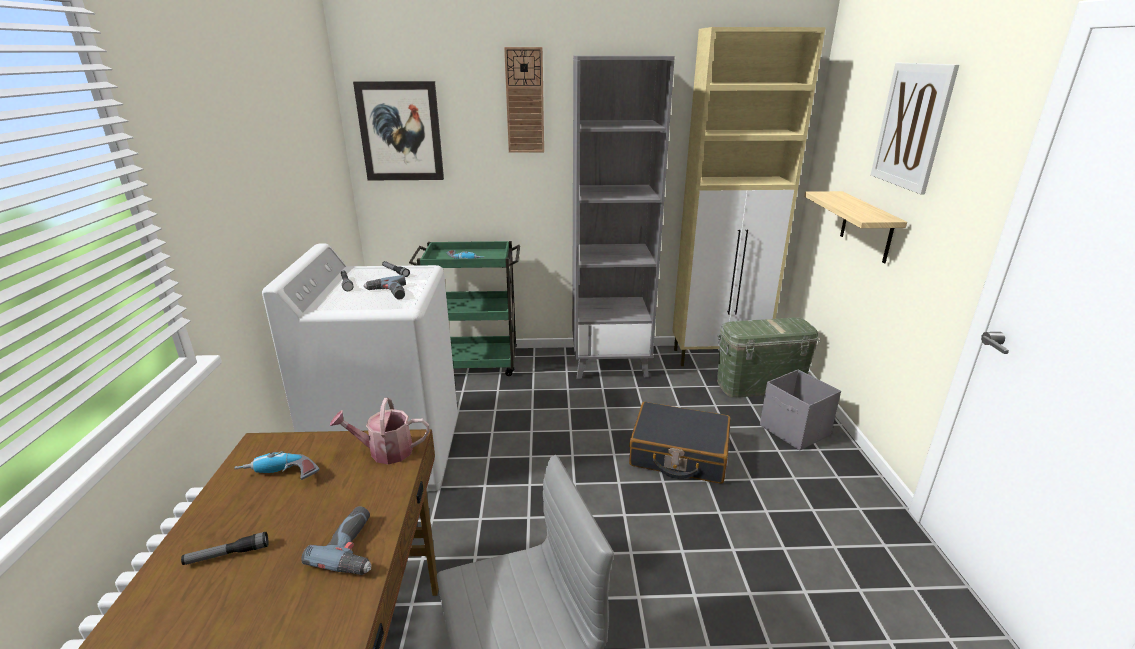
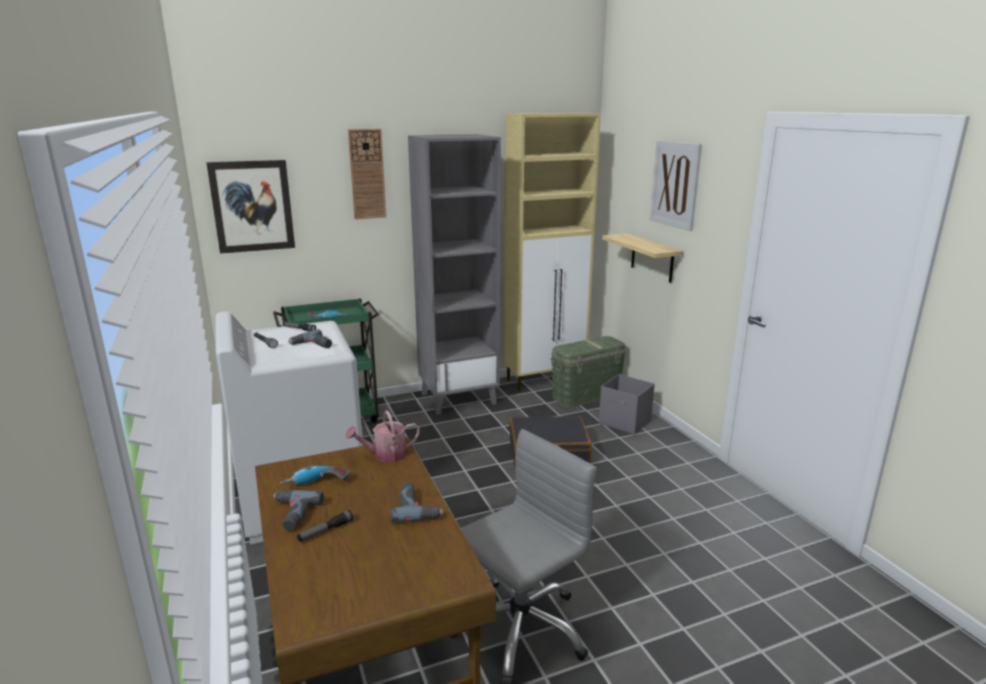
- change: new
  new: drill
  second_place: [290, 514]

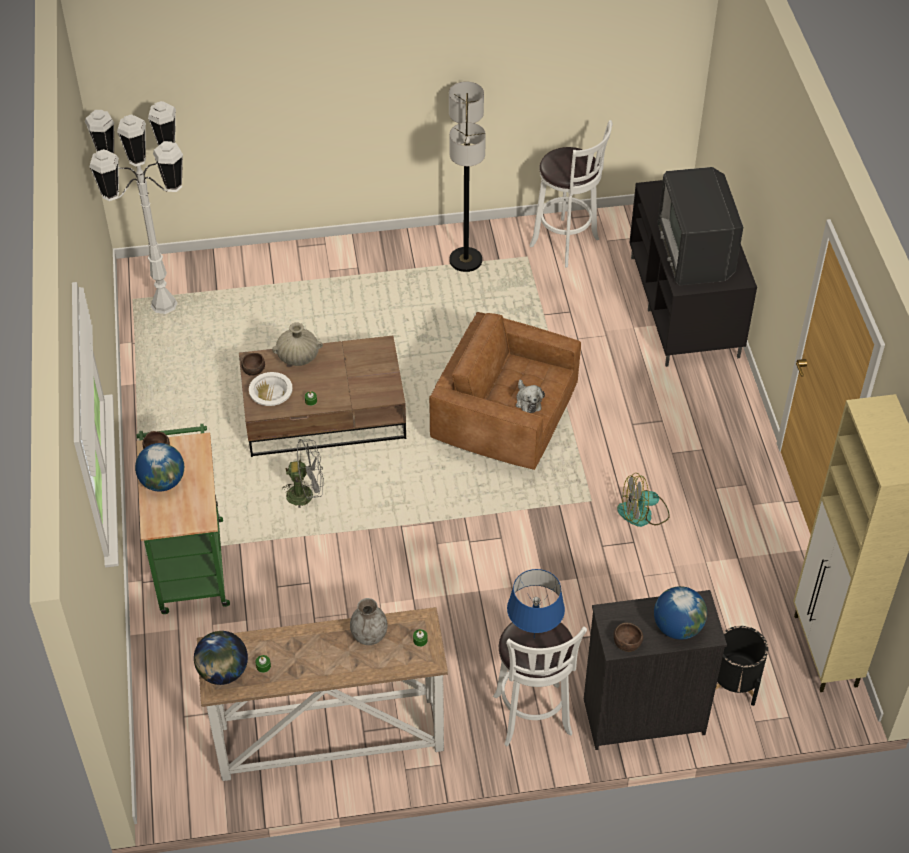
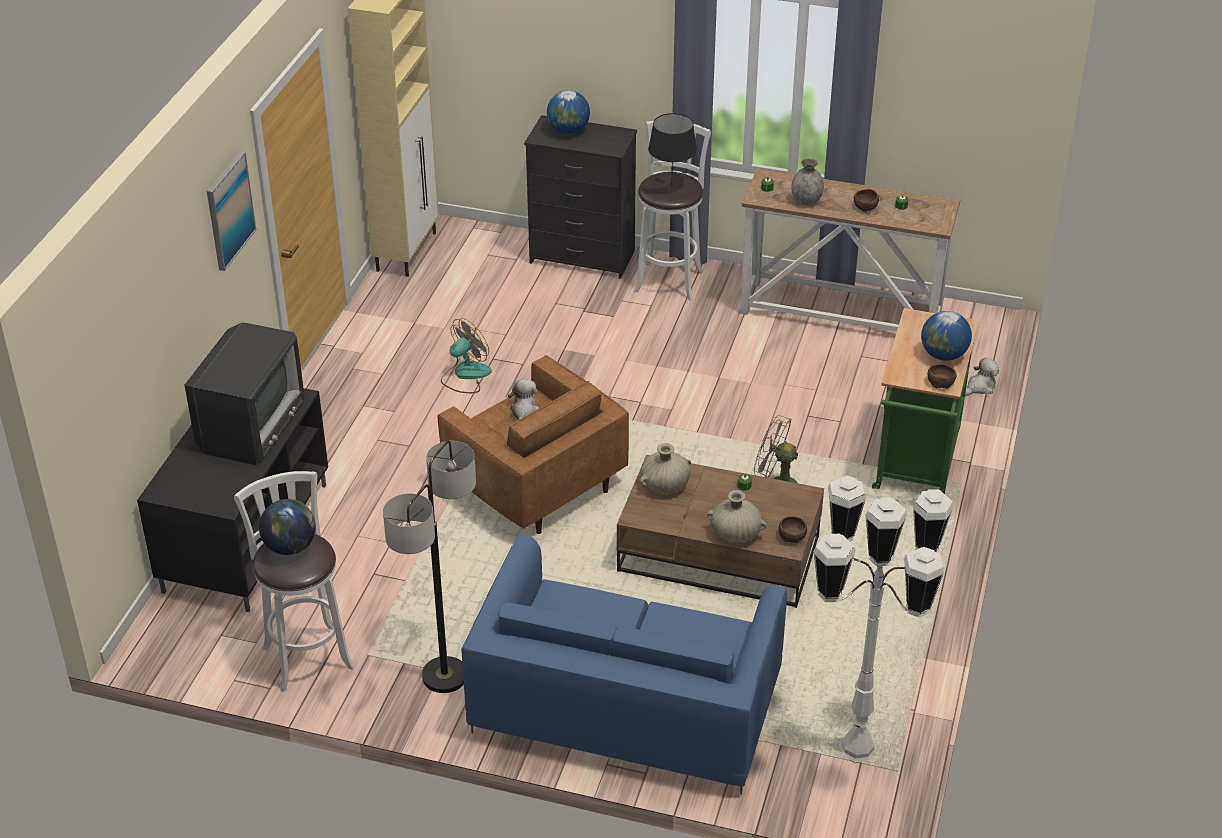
- change: new
  new: wall art
  second_place: [229, 210]
- change: shifted
  old: globe
  first_place: [223, 672]
  second_place: [290, 547]
- change: rotated
  old: fan
  first_place: [643, 513]
  second_place: [465, 375]
  degrees: -60
- change: new
  new: blue-coloured sofa
  second_place: [625, 706]
- change: new
  new: beige-coloured decorative vase
  second_place: [665, 485]
- change: repainted
  old: blue-coloured table lamp
  new: blackish table lamp
  first_place: [533, 638]
  second_place: [672, 186]
- change: shifted
  old: brownish bowl
  first_place: [627, 642]
  second_place: [865, 207]
- change: new
  new: cuddly toy
  second_place: [980, 387]
- change: gone
  old: white bowl
  first_place: [271, 394]
- change: gone
  old: blackish planter
  first_place: [734, 683]

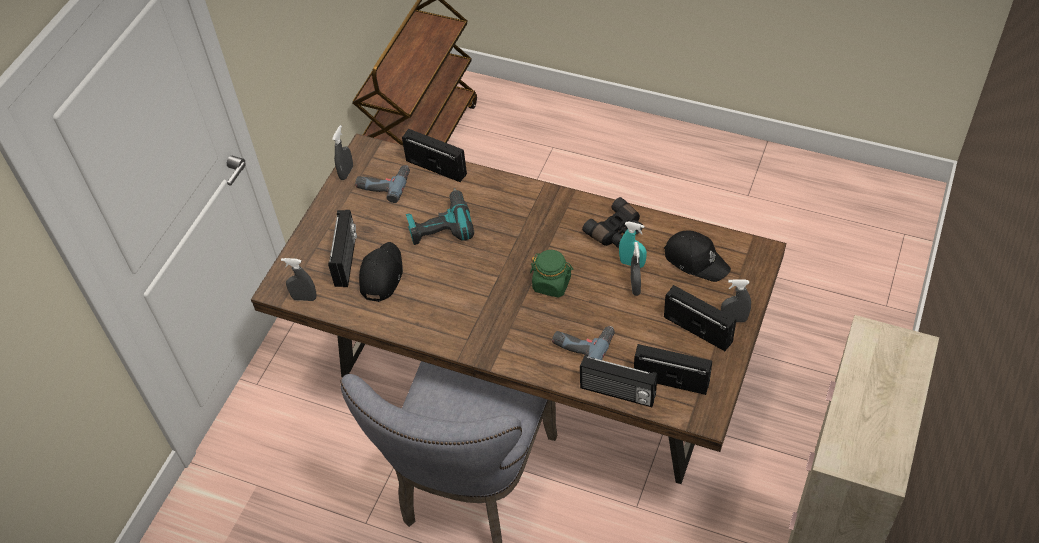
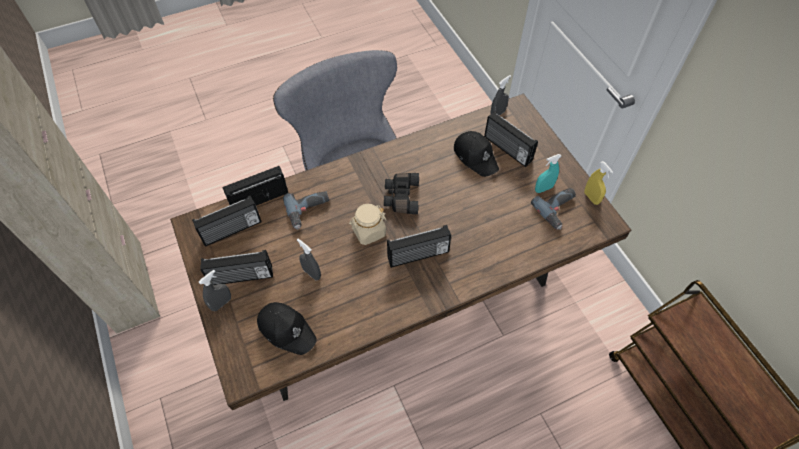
- change: rotated
  old: blackish cap
  first_place: [696, 260]
  second_place: [287, 329]
  degrees: -135
- change: repainted
  old: greenish jar
  new: beige-coloured jar
  first_place: [552, 284]
  second_place: [368, 232]
- change: shifted
  old: blackish binoculars
  first_place: [616, 231]
  second_place: [401, 197]
- change: shifted
  old: radio set
  first_place: [437, 167]
  second_place: [418, 256]
- change: shifted
  old: turquoise hand sprayer
  first_place: [632, 263]
  second_place: [543, 188]
- change: repainted
  old: greyish hand sprayer
  new: yellowish hand sprayer
  first_place: [346, 172]
  second_place: [591, 198]
- change: gone
  old: drill
  first_place: [440, 225]

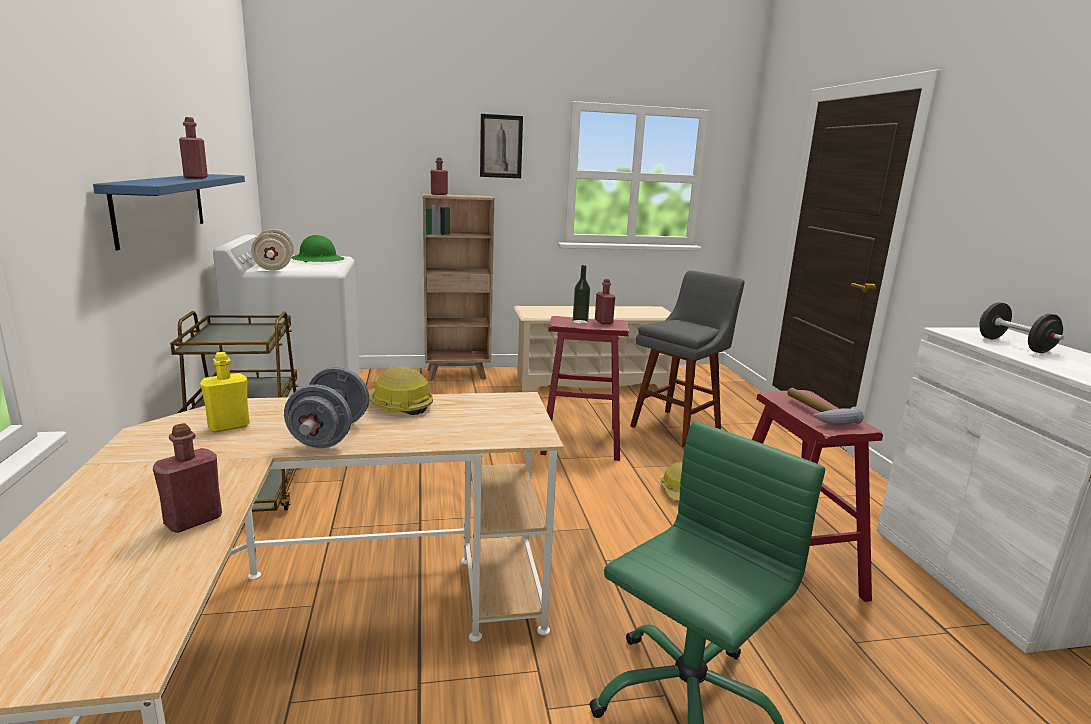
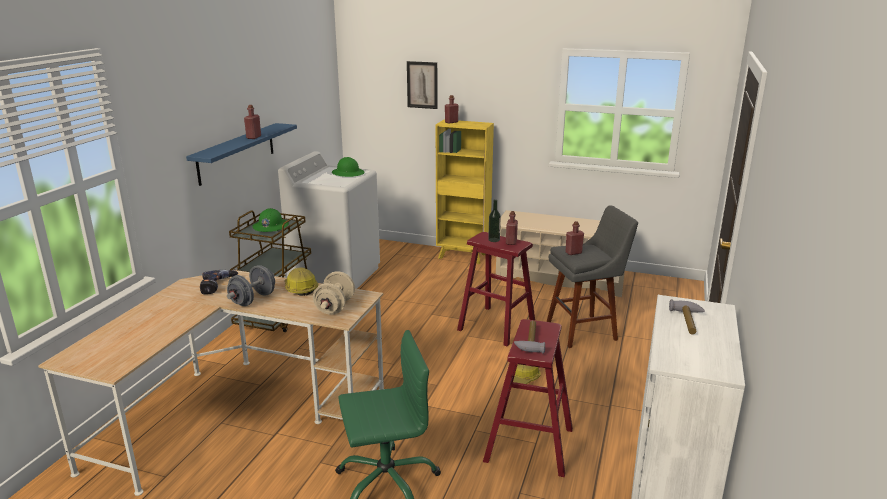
- change: swapped
  old: yellowish bottle
  new: drill
  first_place: [229, 426]
  second_place: [218, 286]
- change: new
  new: greenish work helmet
  second_place: [270, 226]
- change: shifted
  old: beige-coloured free weight
  first_place: [274, 267]
  second_place: [335, 307]
- change: shifted
  old: wall art
  first_place: [501, 146]
  second_place: [422, 85]
- change: repainted
  old: brownish shelving unit
  new: yellowish shelving unit
  first_place: [458, 374]
  second_place: [463, 256]
- change: shifted
  old: reddish bottle
  first_place: [193, 520]
  second_place: [573, 253]
- change: swapped
  old: blackish free weight
  new: tool hammer
  first_place: [1014, 345]
  second_place: [689, 322]

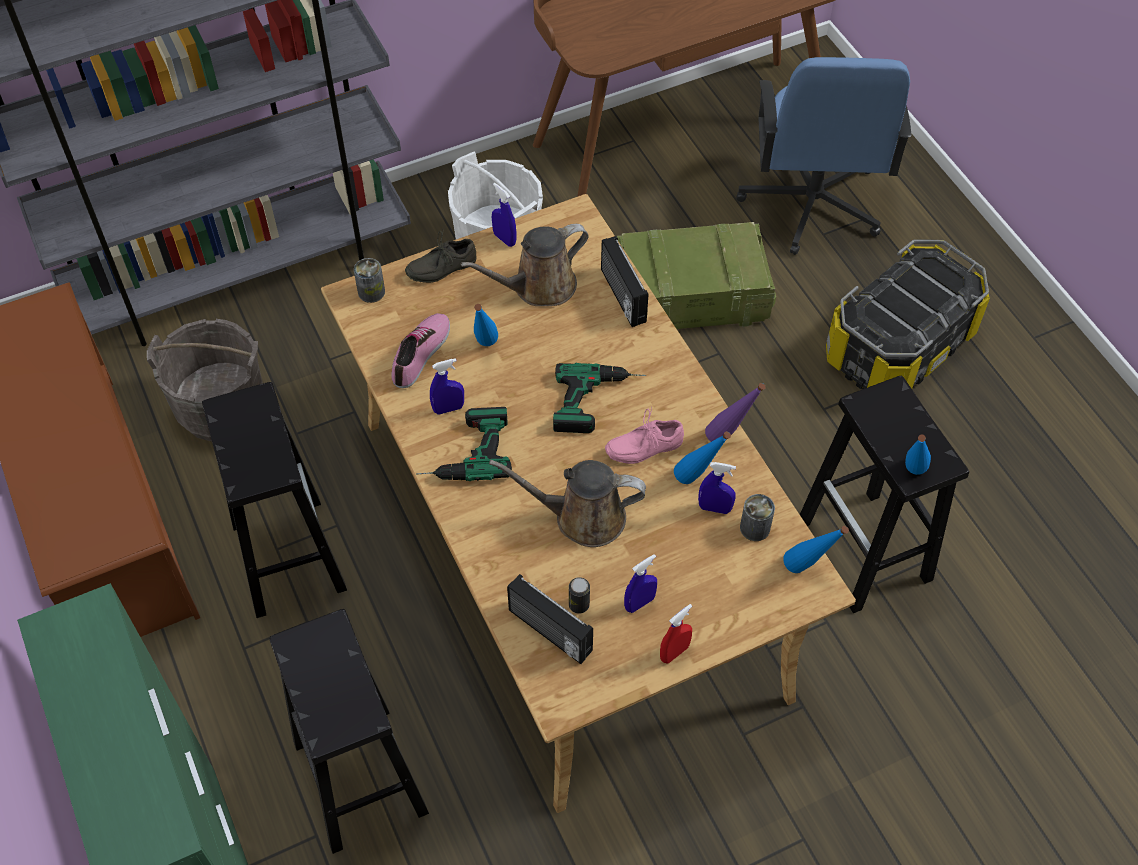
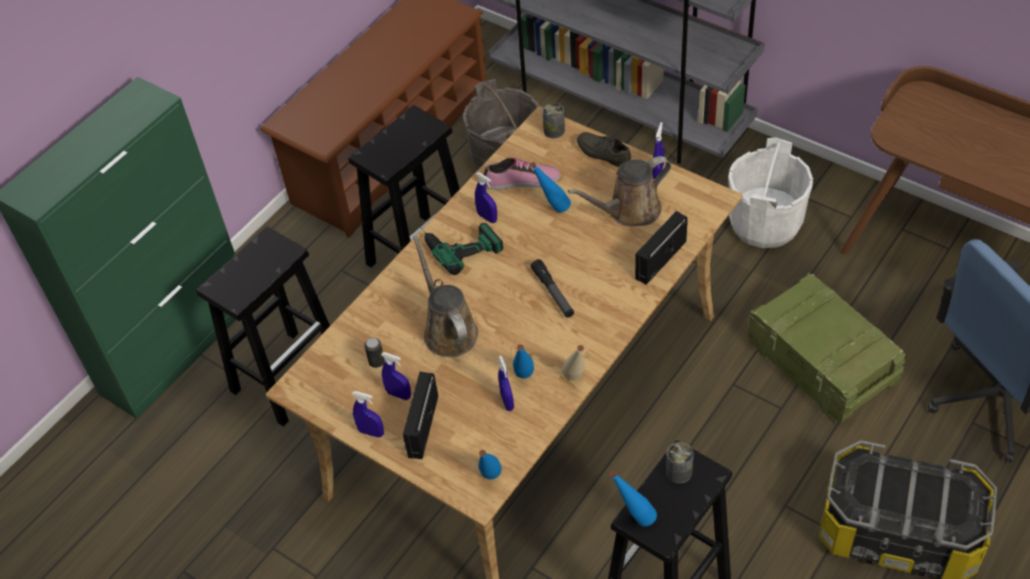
- change: repainted
  old: reddish hand sprayer
  new: blue-coloured hand sprayer
  first_place: [674, 652]
  second_place: [371, 432]
- change: shifted
  old: radio set
  first_place: [549, 632]
  second_place: [421, 426]
- change: swapped
  old: drill
  new: flashlight
  first_place: [599, 401]
  second_place: [553, 292]
- change: repainted
  old: purple-coloured bottle
  new: beige-coloured bottle
  first_place: [729, 438]
  second_place: [576, 382]
- change: rotated
  old: brownish watering can
  first_place: [538, 287]
  second_place: [629, 211]
  degrees: -60
- change: shifted
  old: sealed can
  first_place: [755, 528]
  second_place: [679, 472]
- change: gone
  old: pink low shoe
  first_place: [643, 445]

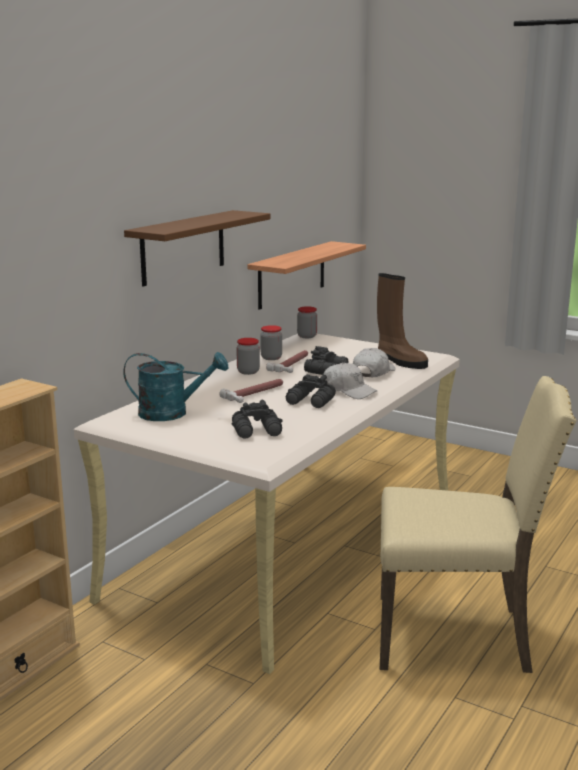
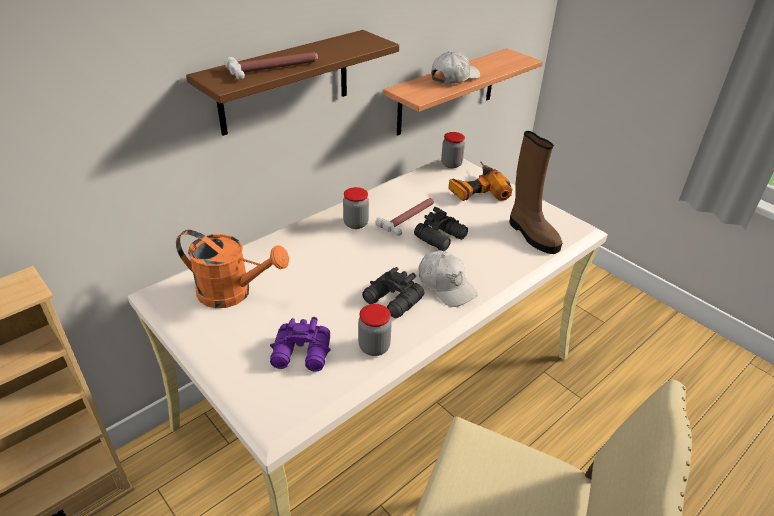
- change: repainted
  old: turquoise watering can
  new: orange-coloured watering can
  first_place: [172, 413]
  second_place: [233, 293]
- change: shifted
  old: tool hammer
  first_place: [256, 393]
  second_place: [275, 69]
- change: repainted
  old: blackish binoculars
  new: purple-coloured binoculars
  first_place: [258, 431]
  second_place: [302, 355]
- change: shifted
  old: jar
  first_place: [271, 358]
  second_place: [374, 347]
- change: shifted
  old: white cap
  first_place: [373, 372]
  second_place: [454, 77]
- change: new
  new: drill
  second_place: [476, 190]

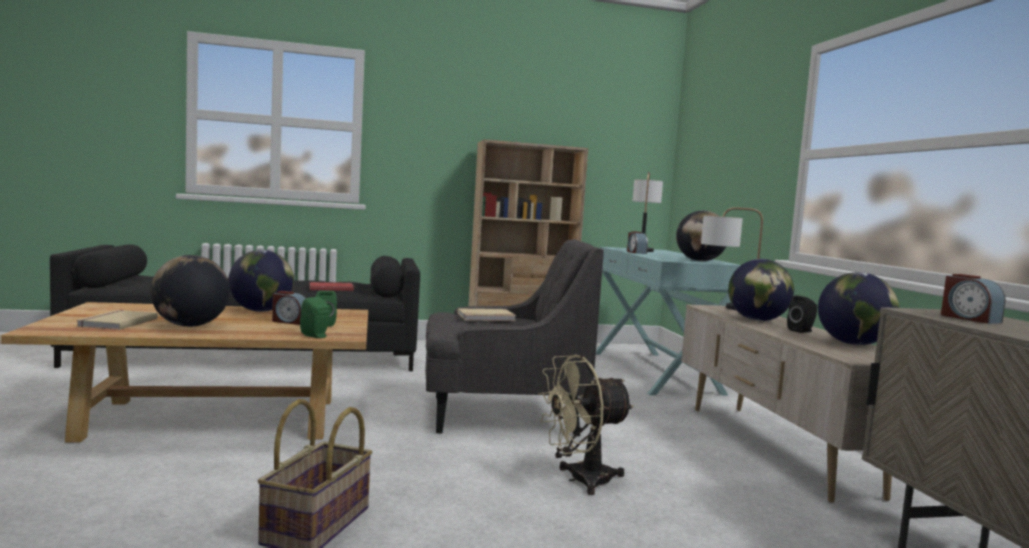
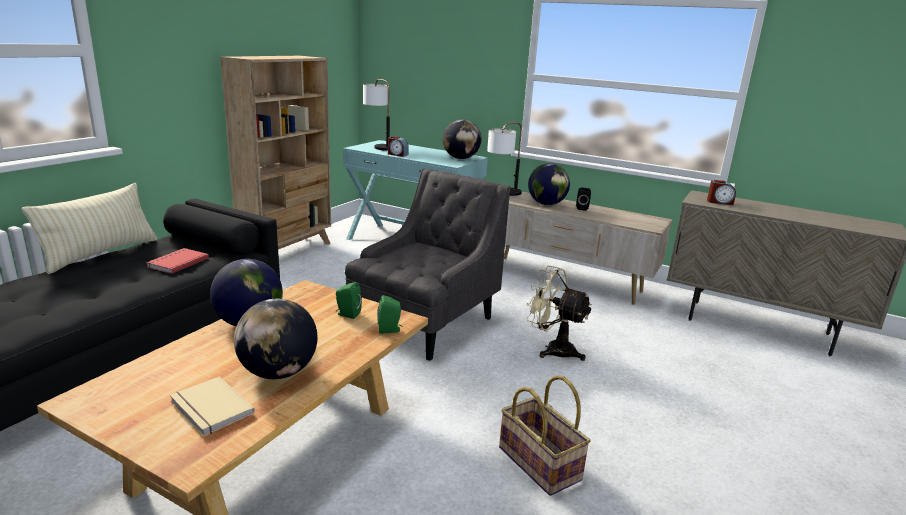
- change: new
  new: beige-coloured throw pillow
  second_place: [101, 254]
- change: rotated
  old: beige-coloured fan
  first_place: [580, 480]
  second_place: [553, 349]
  degrees: 105
- change: gone
  old: table clock
  first_place: [289, 321]
- change: gone
  old: beige-coloured bound book
  first_place: [486, 317]
- change: gone
  old: globe
  first_place: [853, 344]

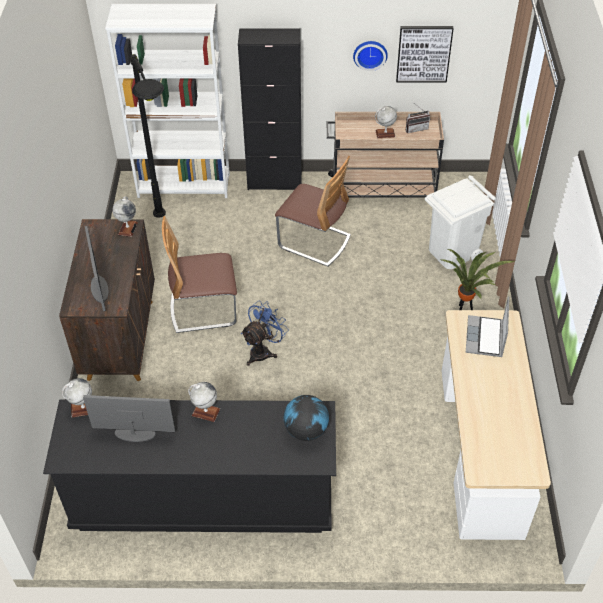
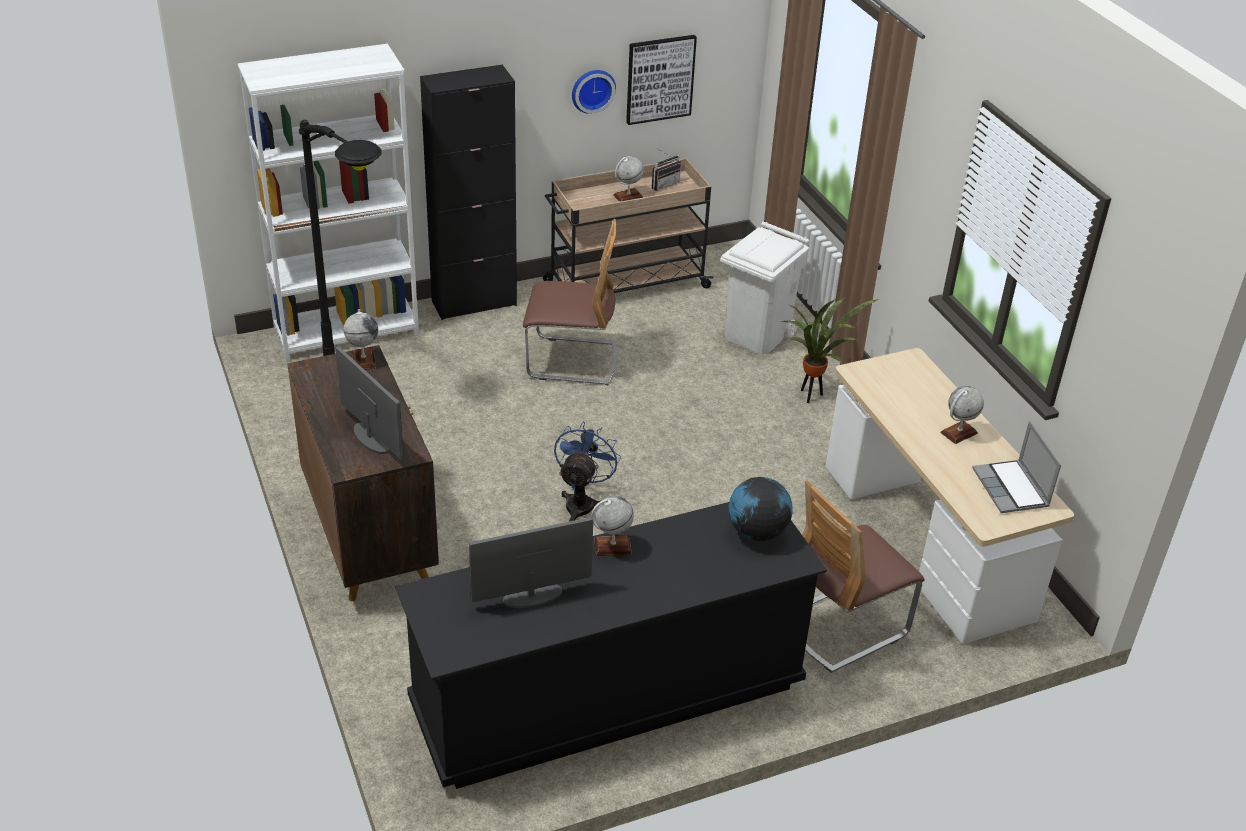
- change: shifted
  old: chair
  first_place: [204, 309]
  second_place: [843, 626]
- change: shifted
  old: globe
  first_place: [83, 408]
  second_place: [958, 433]
- change: shifted
  old: portable computer
  first_place: [485, 338]
  second_place: [1012, 489]

